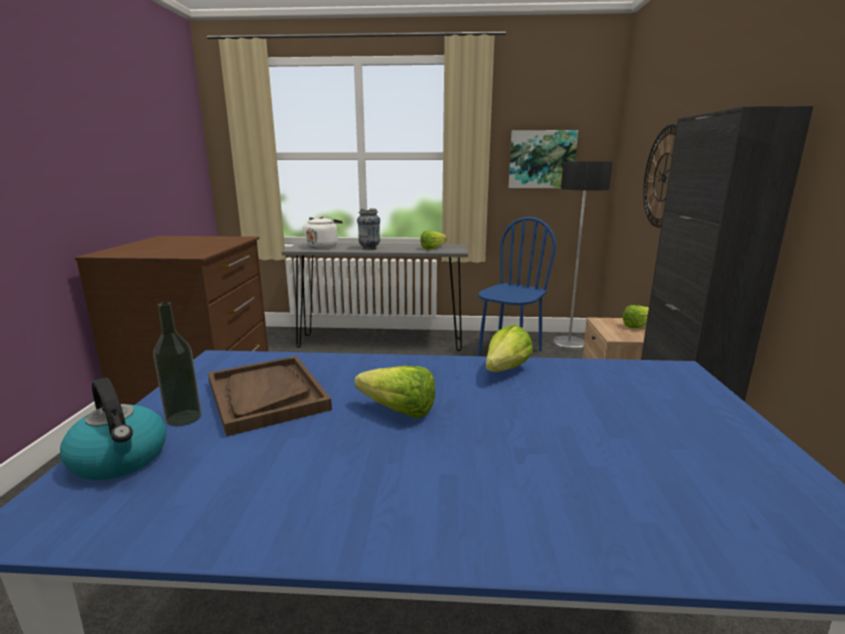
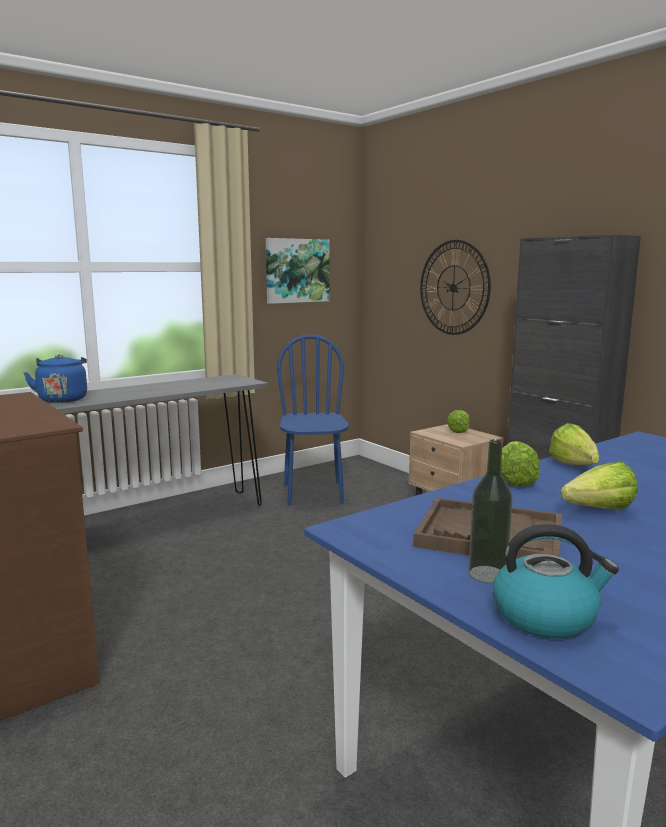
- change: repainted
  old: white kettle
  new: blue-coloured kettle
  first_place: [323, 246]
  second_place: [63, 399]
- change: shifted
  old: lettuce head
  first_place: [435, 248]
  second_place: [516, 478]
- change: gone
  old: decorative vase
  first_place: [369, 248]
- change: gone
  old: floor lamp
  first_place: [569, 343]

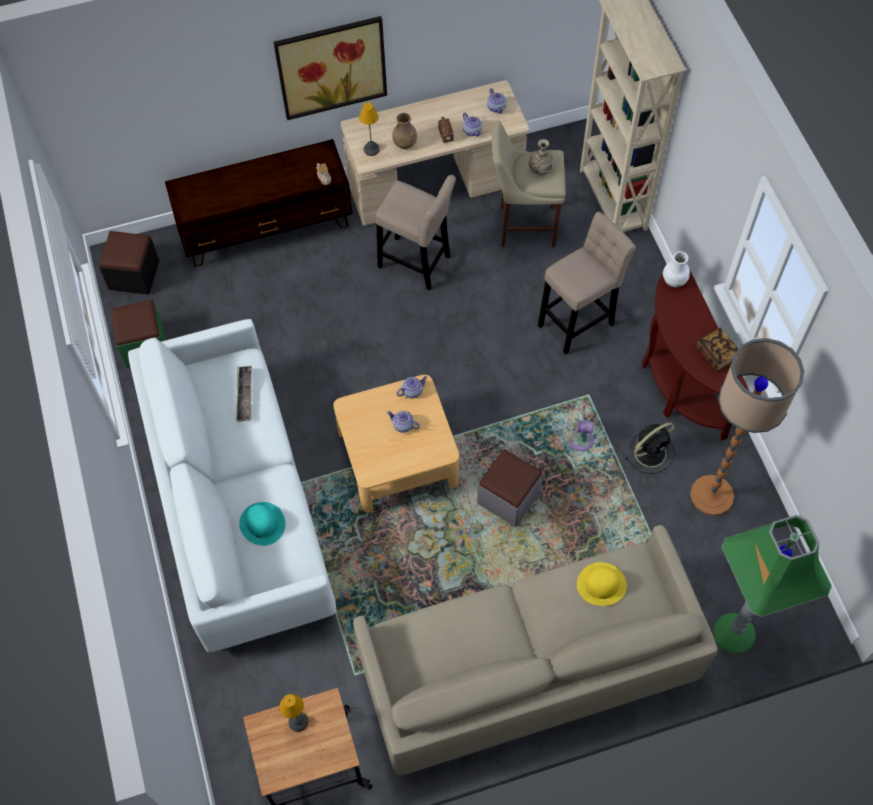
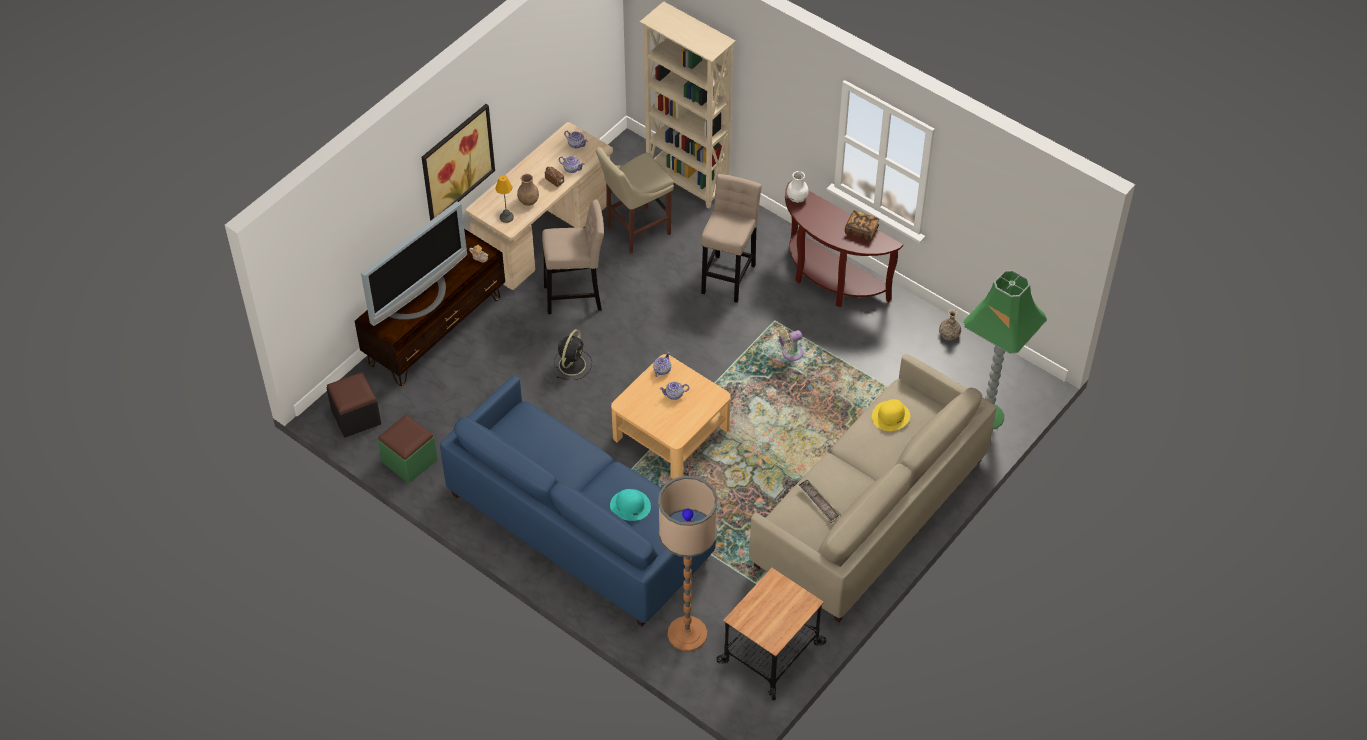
- change: new
  new: TV set
  second_place: [416, 296]
- change: repainted
  old: white sofa
  new: blue-coloured sofa
  first_place: [238, 504]
  second_place: [579, 526]
- change: shifted
  old: blackish fan
  first_place: [651, 452]
  second_place: [572, 364]
- change: shifted
  old: floor lamp
  first_place: [711, 495]
  second_place: [687, 634]
- change: shifted
  old: tray
  first_place: [244, 395]
  second_place: [818, 503]
- change: shifted
  old: decorative vase
  first_place: [541, 168]
  second_place: [949, 334]
- change: gone
  old: table lamp
  first_place: [299, 721]
- change: gone
  old: greyish ottoman
  first_place: [508, 498]

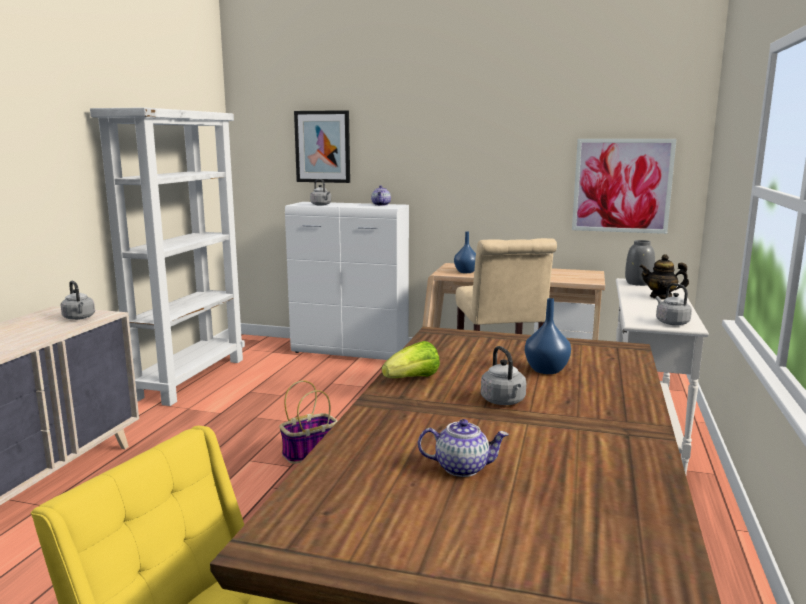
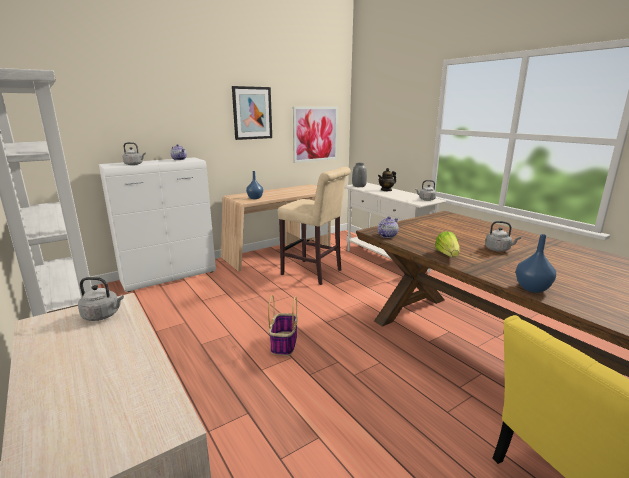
- change: shifted
  old: wall art
  first_place: [322, 146]
  second_place: [252, 113]
- change: shifted
  old: pot for tea
  first_place: [462, 467]
  second_place: [387, 235]
- change: shifted
  old: blue-coloured decorative vase
  first_place: [546, 370]
  second_place: [533, 289]

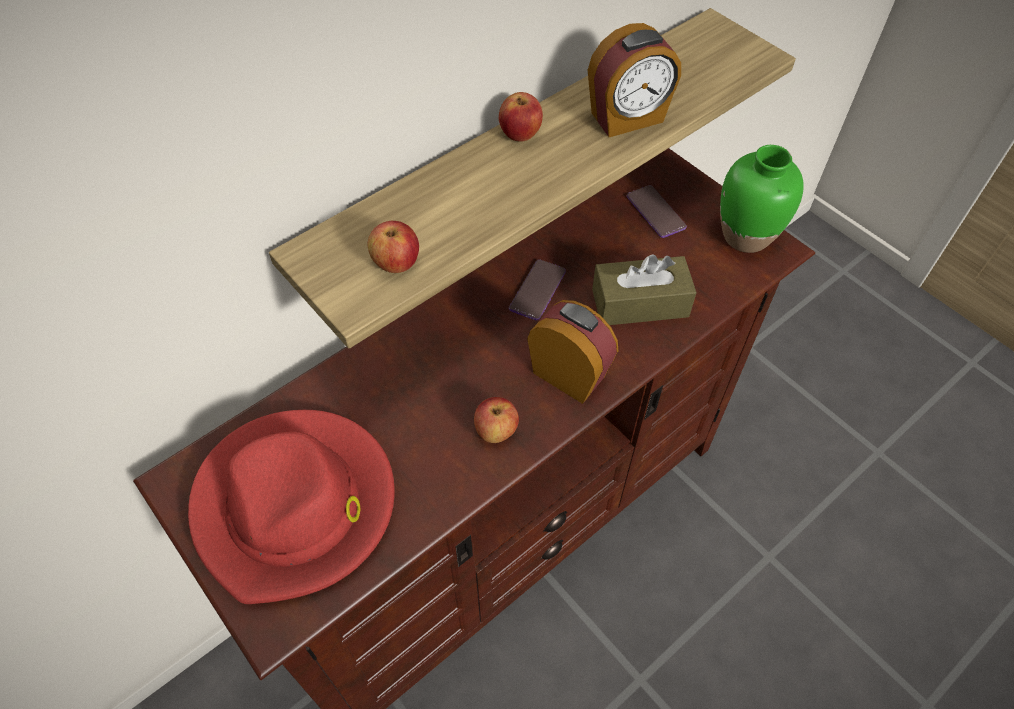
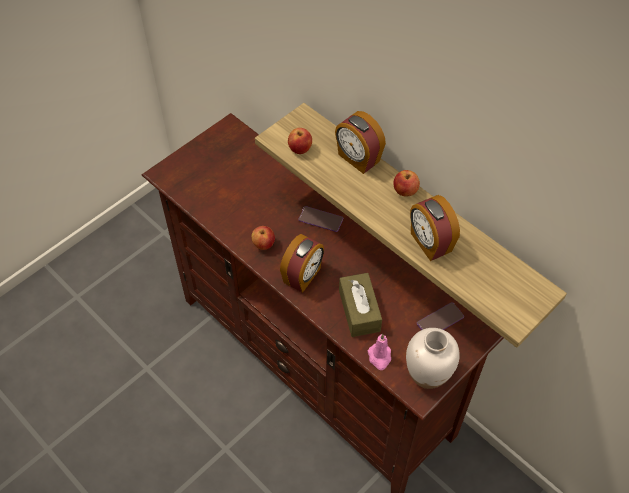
- change: shifted
  old: phone
  first_place: [537, 290]
  second_place: [320, 219]
- change: new
  new: table clock
  second_place: [358, 158]
- change: new
  new: pink candle
  second_place: [379, 357]
- change: repainted
  old: greenish decorative vase
  new: white decorative vase
  first_place: [745, 236]
  second_place: [427, 374]
- change: gone
  old: reddish clothing hat
  first_place: [296, 505]

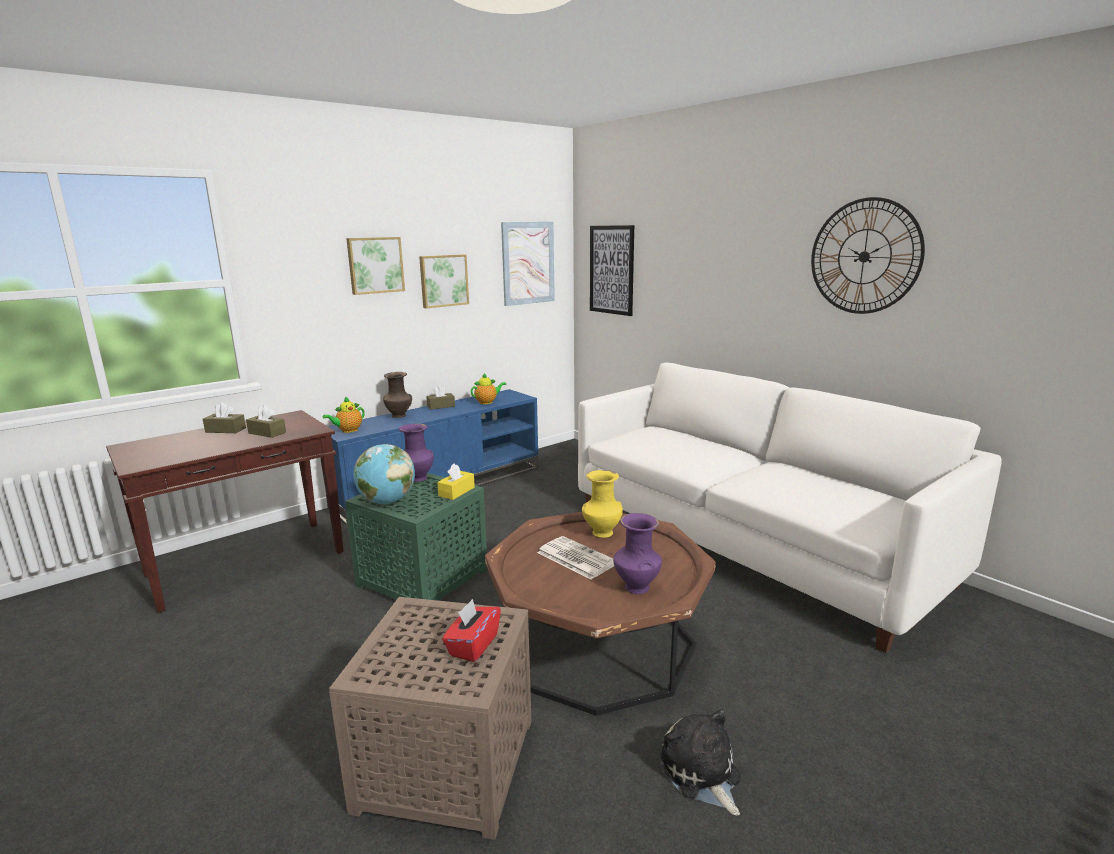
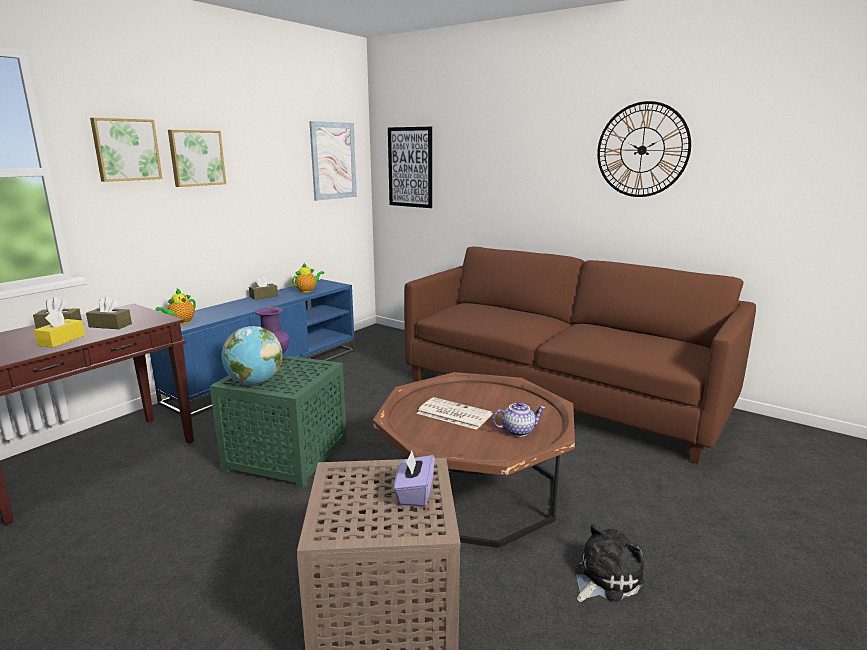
- change: shifted
  old: yellowish tissue holder
  first_place: [456, 492]
  second_place: [61, 340]
- change: shifted
  old: wall art
  first_place: [443, 280]
  second_place: [126, 149]
- change: repainted
  old: reddish tissue holder
  new: purple-coloured tissue holder
  first_place: [473, 645]
  second_place: [414, 493]
- change: repainted
  old: white sofa
  new: brownish sofa
  first_place: [749, 542]
  second_place: [560, 393]
- change: swapped
  old: purple-coloured decorative vase
  new: pot for tea
  first_place: [636, 587]
  second_place: [518, 431]
- change: rotated
  old: cuddly toy
  first_place: [701, 774]
  second_place: [604, 578]
  degrees: 90
- change: gone
  old: brownish decorative vase
  first_place: [399, 416]
- change: gone
  old: yellowish decorative vase
  first_place: [601, 533]

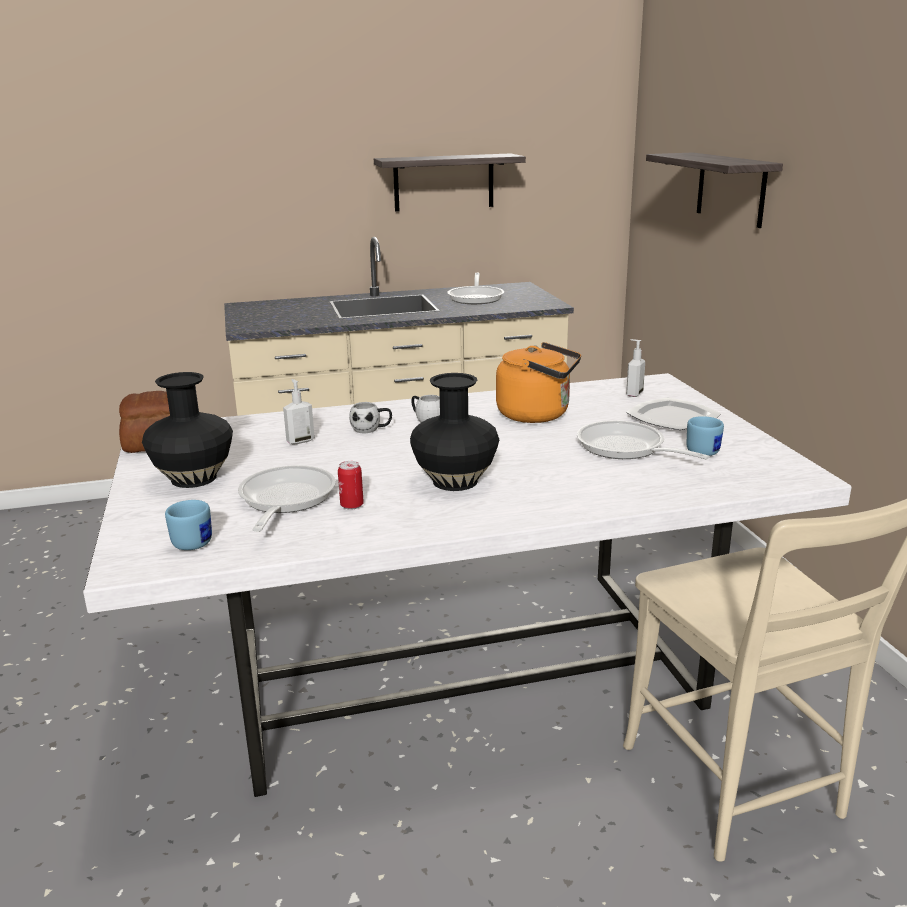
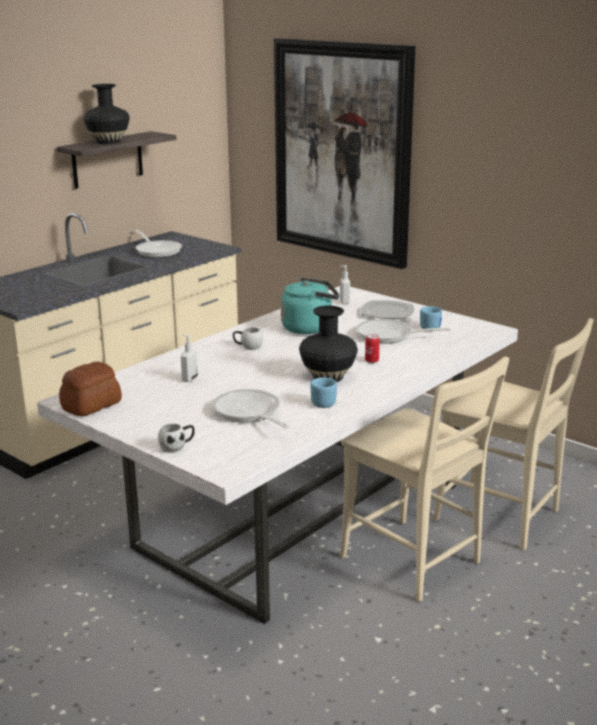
- change: shifted
  old: blackish decorative vase
  first_place: [192, 478]
  second_place: [108, 142]
- change: shifted
  old: white coffee mug
  first_place: [371, 429]
  second_place: [177, 447]
- change: swapped
  old: wall shelf
  new: wall art
  first_place: [731, 189]
  second_place: [342, 151]
- change: repainted
  old: orange-coloured kettle
  new: turquoise kettle
  first_place: [538, 415]
  second_place: [310, 328]
- change: shifted
  old: blue-coloured coffee mug
  first_place: [195, 540]
  second_place: [321, 402]
- change: new
  new: beige-coloured chair
  second_place: [415, 563]
- change: shifted
  old: sealed can
  first_place: [352, 505]
  second_place: [371, 361]

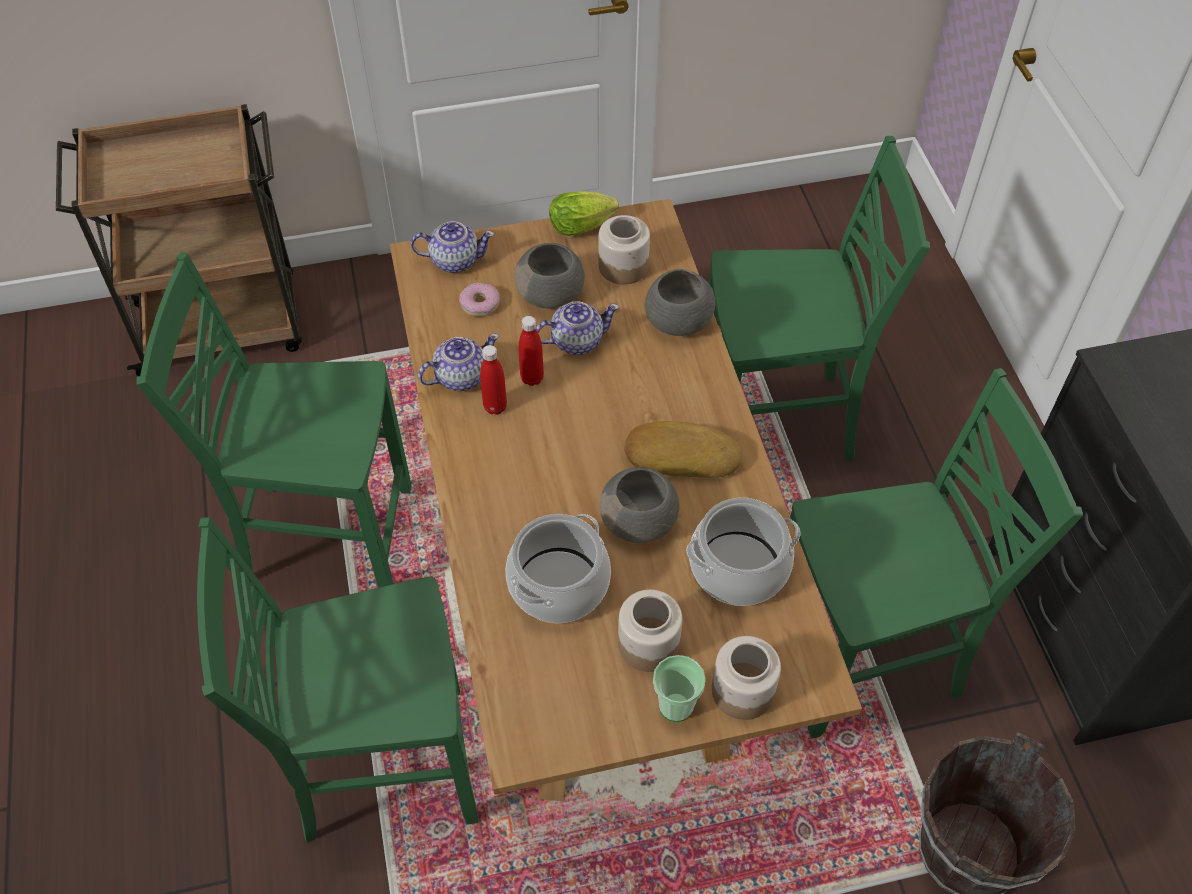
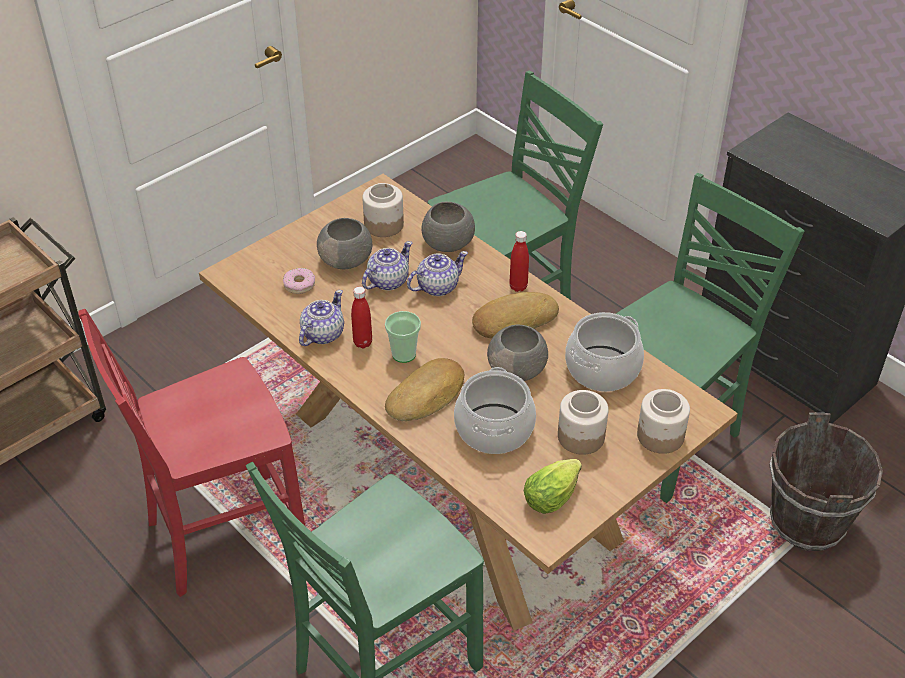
- change: repainted
  old: greenish chair
  new: reddish chair
  first_place: [325, 535]
  second_place: [222, 535]
- change: shifted
  old: drinking cup
  first_place: [676, 706]
  second_place: [404, 354]
- change: new
  new: bakery bread
  second_place: [427, 396]
- change: shifted
  old: pot for tea
  first_place: [454, 260]
  second_place: [437, 287]
- change: shifted
  old: reddish bottle
  first_place: [532, 378]
  second_place: [518, 287]
- change: shifted
  old: lettuce head
  first_place: [584, 225]
  second_place: [554, 495]

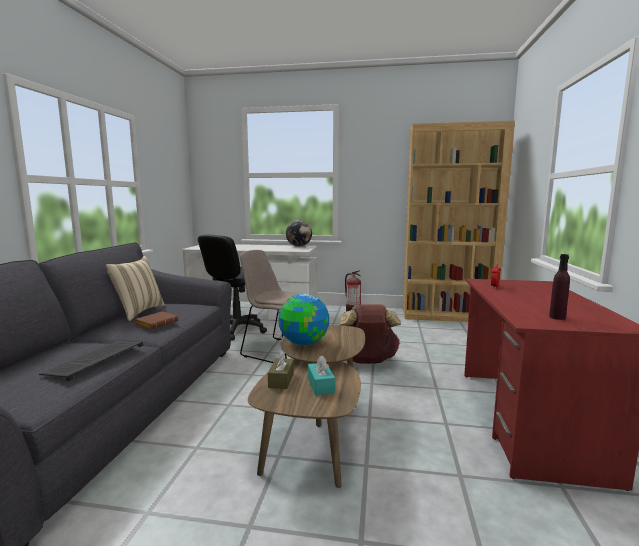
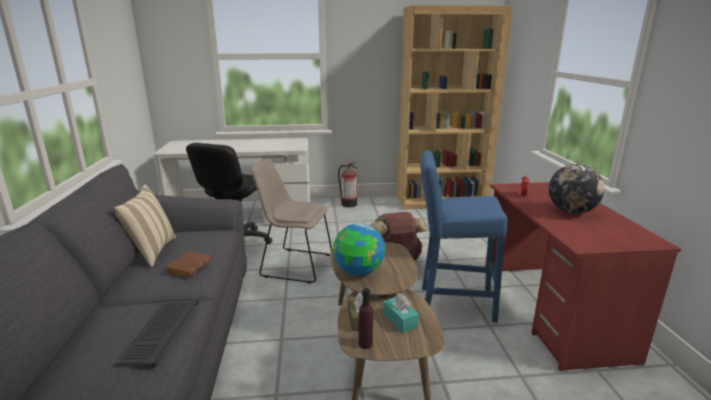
- change: shifted
  old: purple-coloured bottle
  first_place: [557, 317]
  second_place: [365, 344]
- change: new
  new: blue-coloured stool seat
  second_place: [451, 304]
- change: shifted
  old: globe
  first_place: [299, 246]
  second_place: [571, 212]

